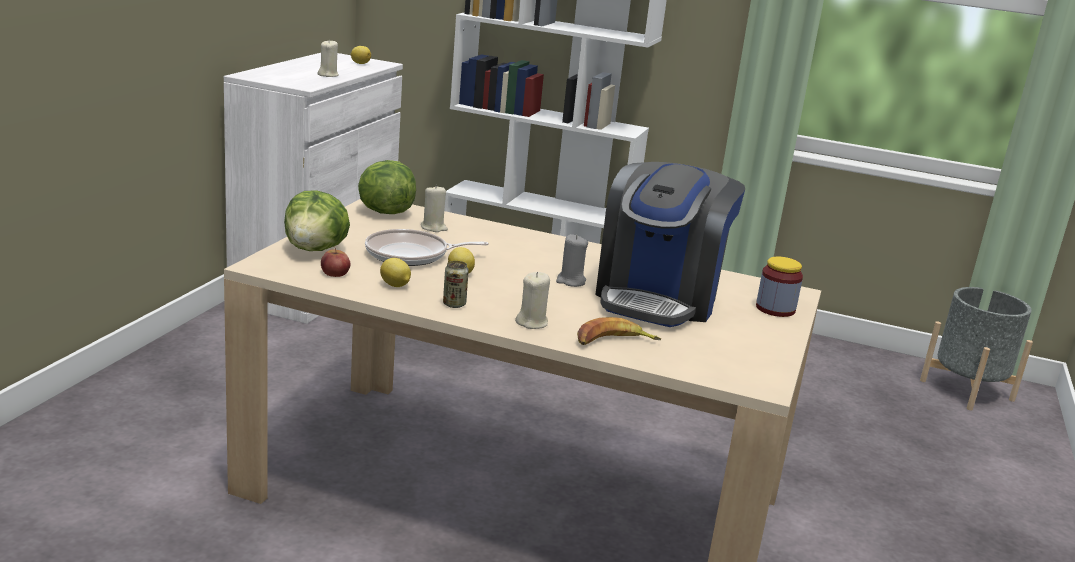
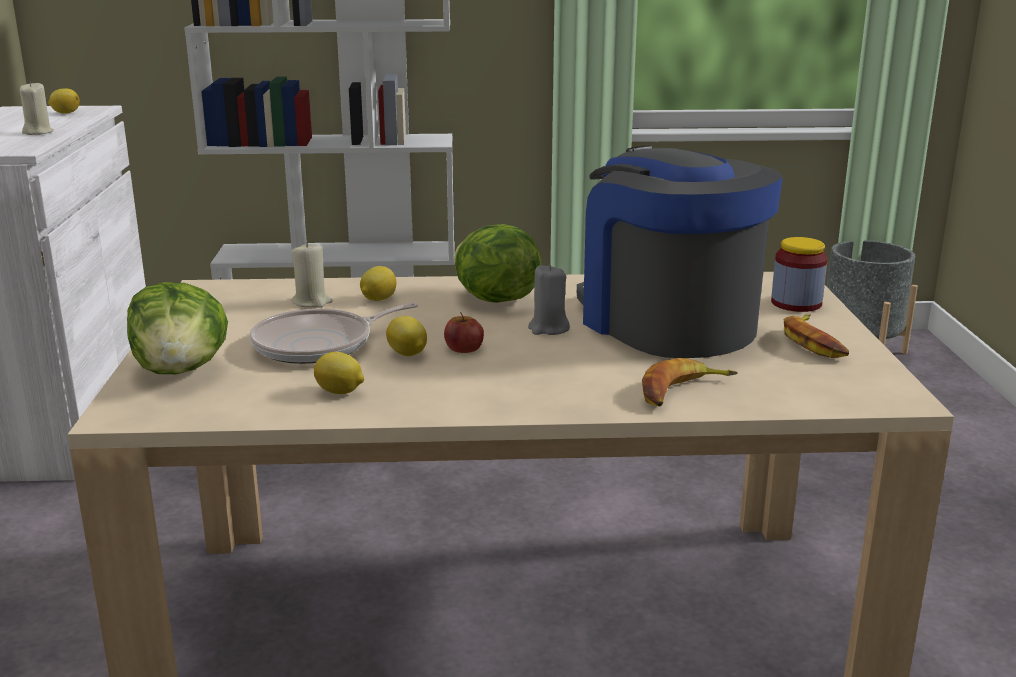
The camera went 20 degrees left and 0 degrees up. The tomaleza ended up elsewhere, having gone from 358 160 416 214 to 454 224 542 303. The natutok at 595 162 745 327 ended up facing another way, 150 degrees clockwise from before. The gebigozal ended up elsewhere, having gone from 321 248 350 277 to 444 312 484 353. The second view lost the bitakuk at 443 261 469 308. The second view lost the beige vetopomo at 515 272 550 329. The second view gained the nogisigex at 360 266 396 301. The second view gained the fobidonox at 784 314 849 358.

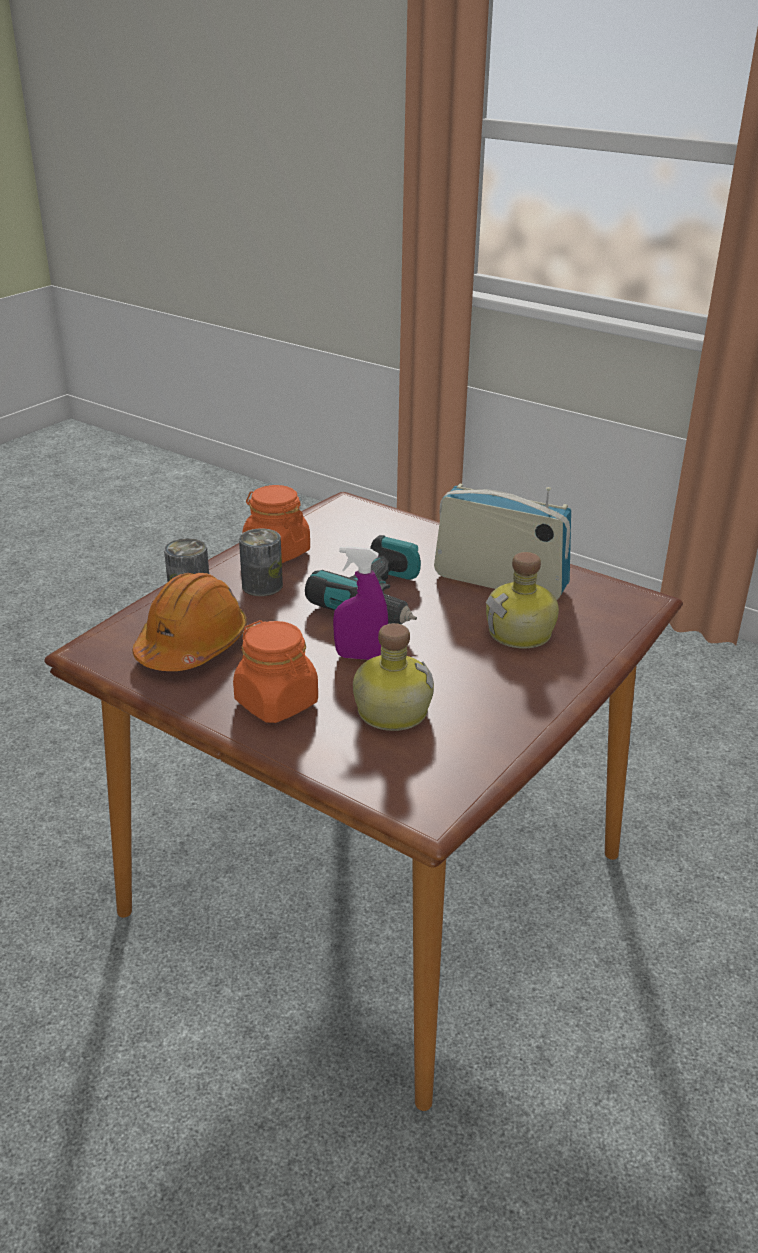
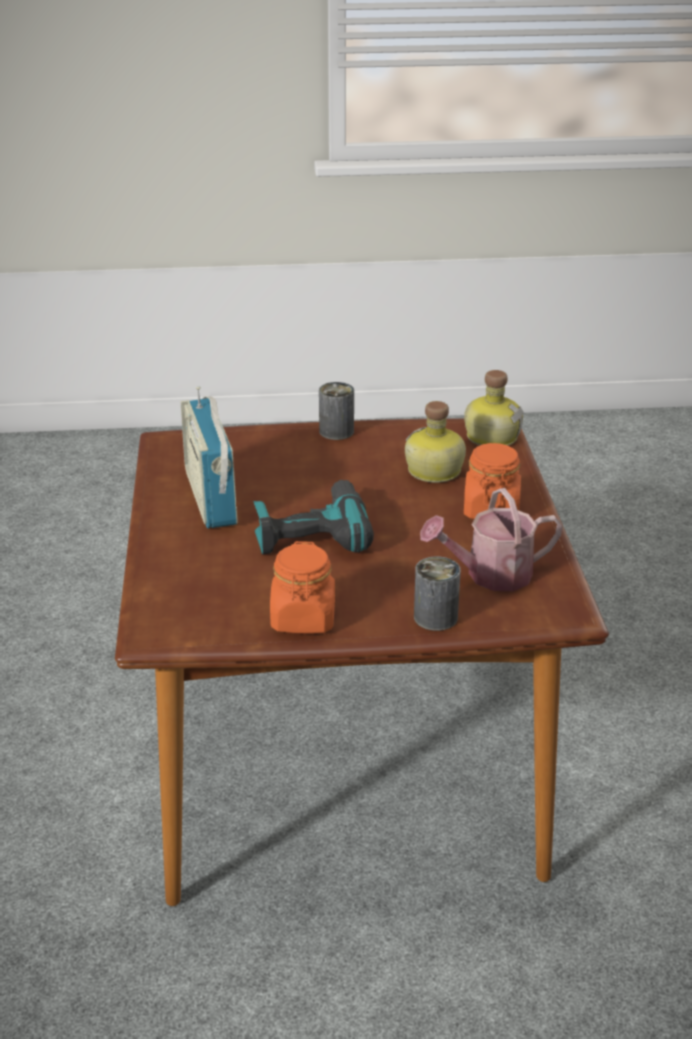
The camera went 130 degrees left and 0 degrees up. The bitakuk ended up elsewhere, having gone from 239 528 283 596 to 319 382 354 440. The second view lost the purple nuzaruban at 333 546 388 660. The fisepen ended up elsewhere, having gone from 486 552 559 649 to 464 370 524 446. Where the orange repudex stood at 133 573 247 671, the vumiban came to stand at 420 488 563 591.

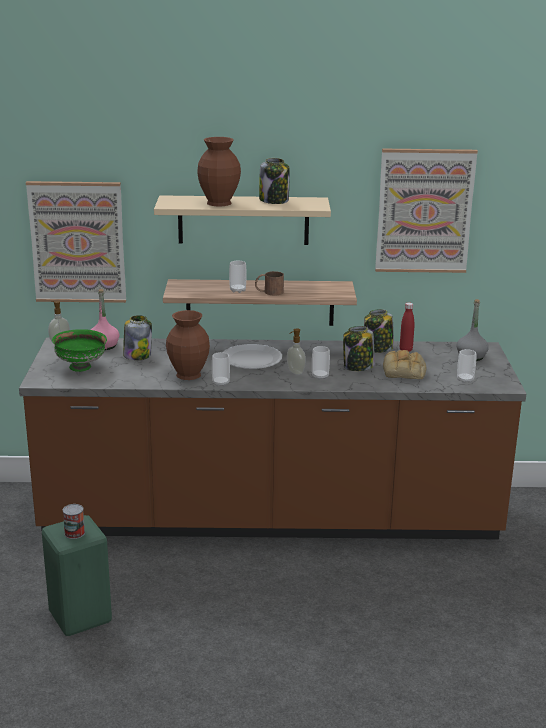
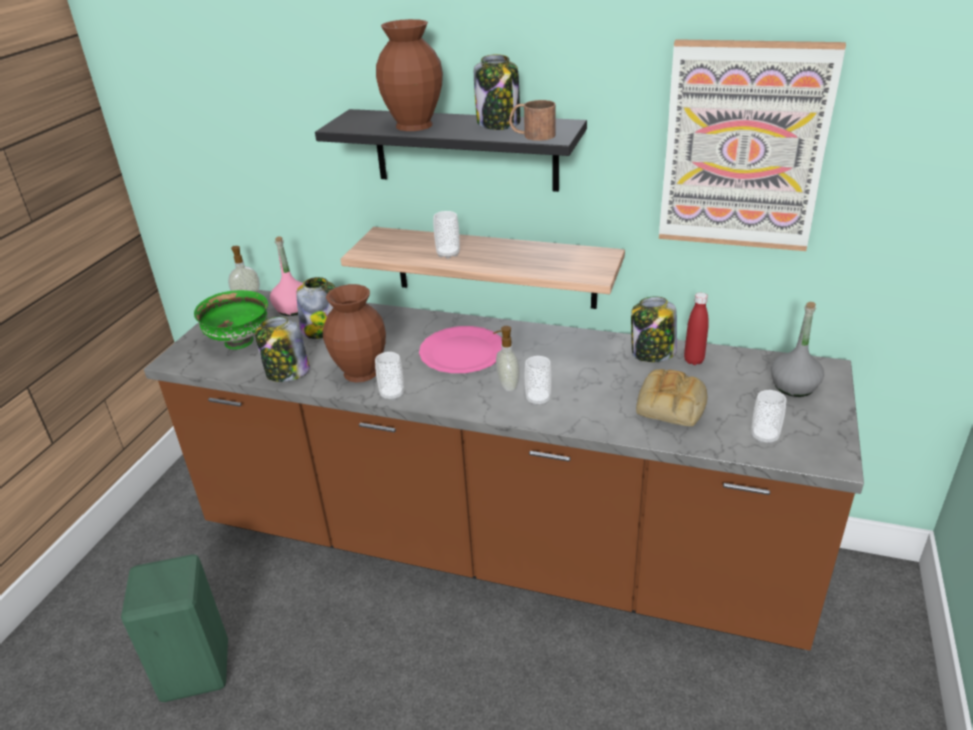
The camera went 20 degrees right and 10 degrees up. The second view lost the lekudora at 26 181 126 303. What was the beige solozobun at 154 195 331 245 turned into the black solozobun at 315 109 587 192. The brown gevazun ended up elsewhere, having gone from 255 271 284 296 to 509 100 556 141. The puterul ended up elsewhere, having gone from 343 326 375 371 to 255 317 310 382. What was the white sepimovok at 223 344 282 369 turned into the pink sepimovok at 419 326 502 373. The second view lost the bitakuk at 63 504 85 539.

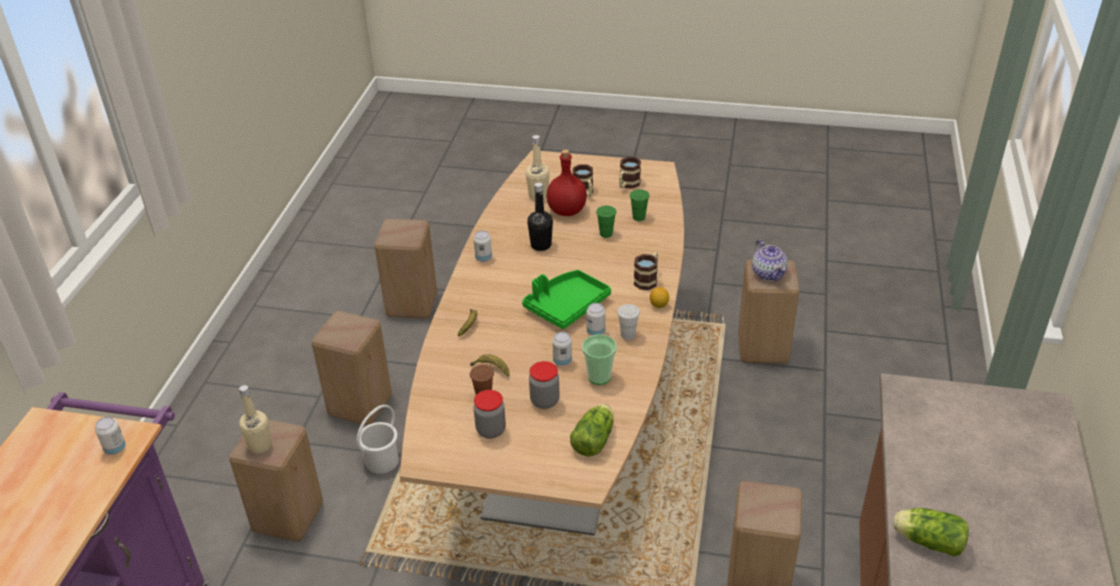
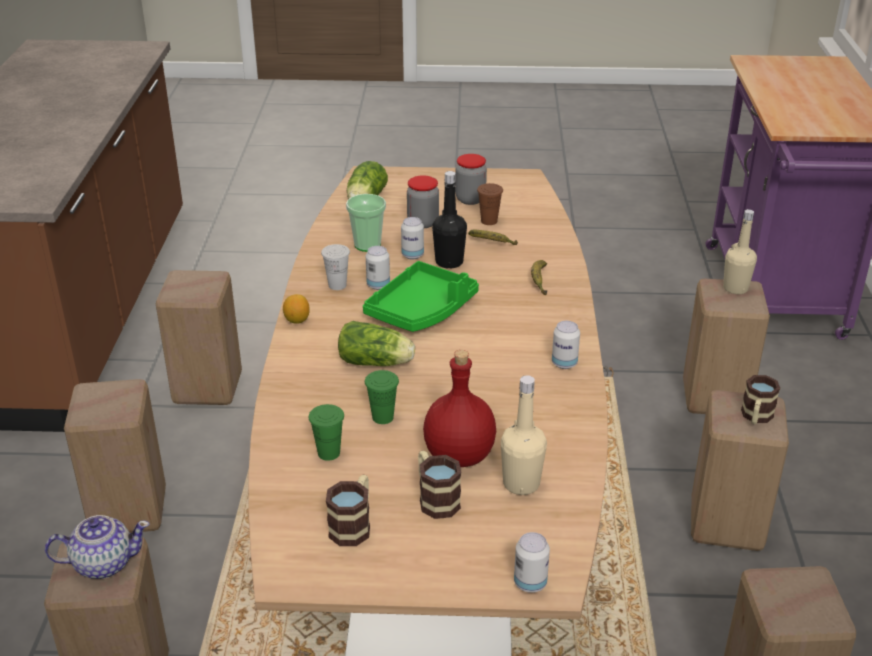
The camera went 170 degrees right and 5 degrees down. The black fisepen ended up elsewhere, having gone from 527 183 553 251 to 432 171 467 269. The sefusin at 752 240 788 281 ended up facing another way, 105 degrees clockwise from before. The gevazun ended up elsewhere, having gone from 634 252 658 290 to 741 375 780 424. The second view lost the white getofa at 357 405 399 474. The bitakuk ended up elsewhere, having gone from 95 417 126 455 to 514 532 550 593. The tomaleza ended up elsewhere, having gone from 893 508 969 556 to 338 321 415 366. The second view gained the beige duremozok at 64 379 166 533.

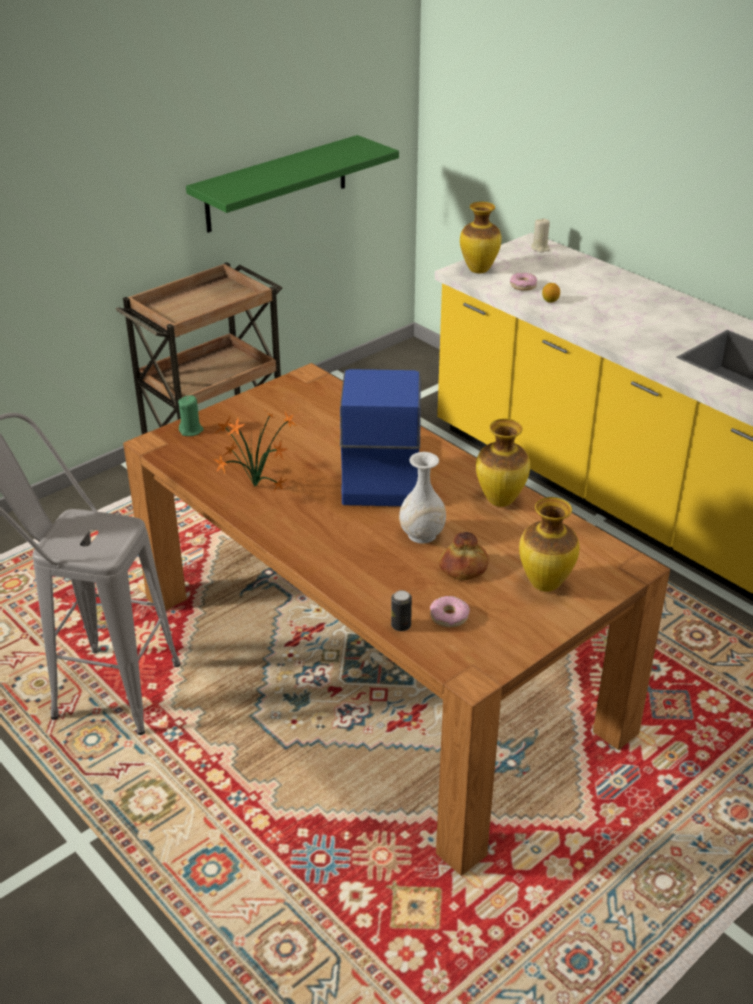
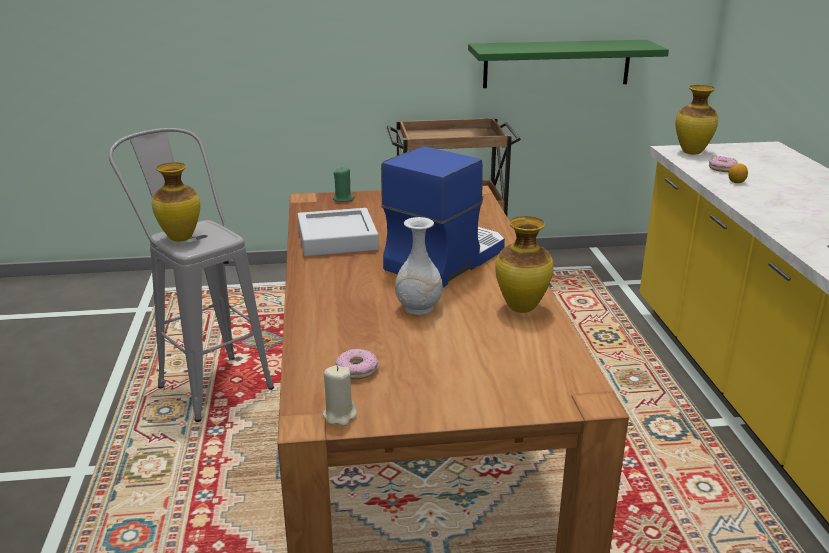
The camera went 35 degrees right and 10 degrees down. The beige vetopomo ended up elsewhere, having gone from 531 219 550 253 to 323 365 357 426. Where the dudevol stood at 213 409 297 492, the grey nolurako came to stand at 297 208 379 256. The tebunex ended up elsewhere, having gone from 519 497 580 592 to 152 162 200 242. The second view lost the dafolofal at 439 532 489 580. The second view lost the bitakuk at 391 590 412 631.

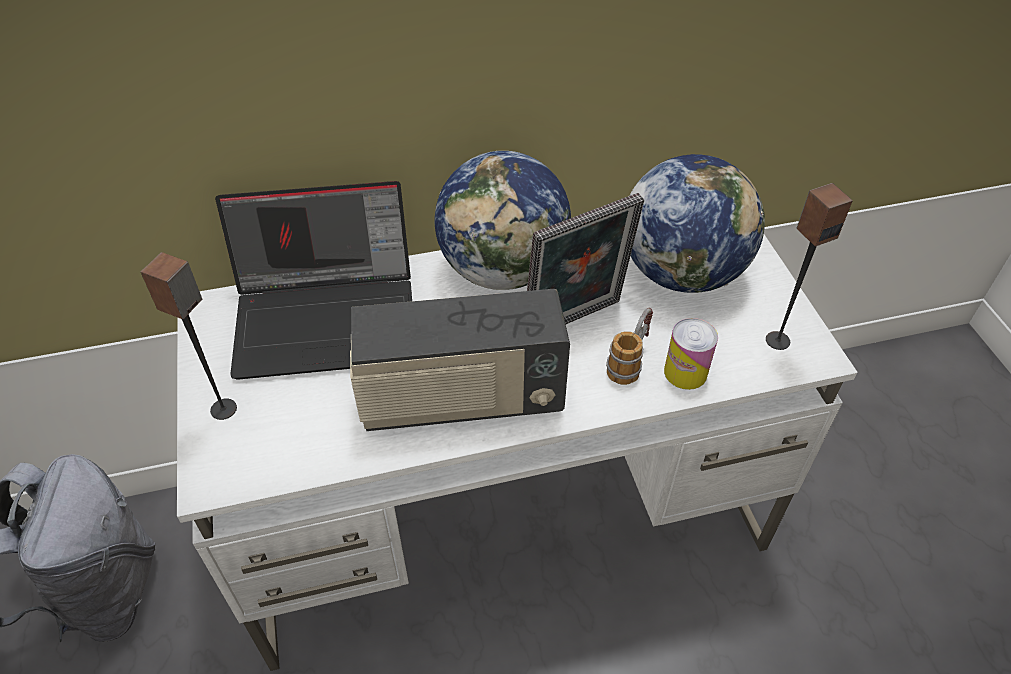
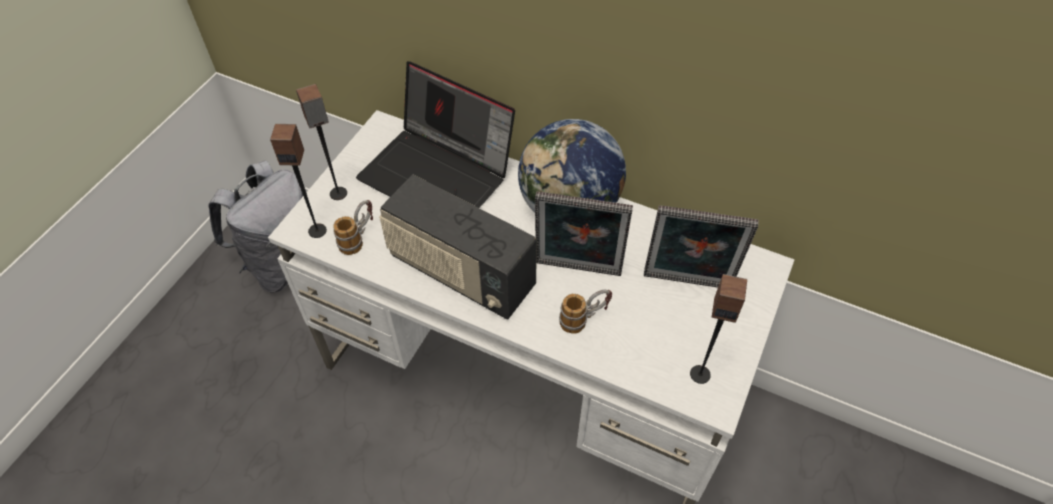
The camera went 40 degrees right and 5 degrees up. Where the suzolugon stood at 630 154 765 293, the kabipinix came to stand at 644 205 758 288. The second view lost the bitakuk at 664 318 718 390. The second view gained the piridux at 270 124 327 238. The second view gained the gevazun at 333 200 373 255.

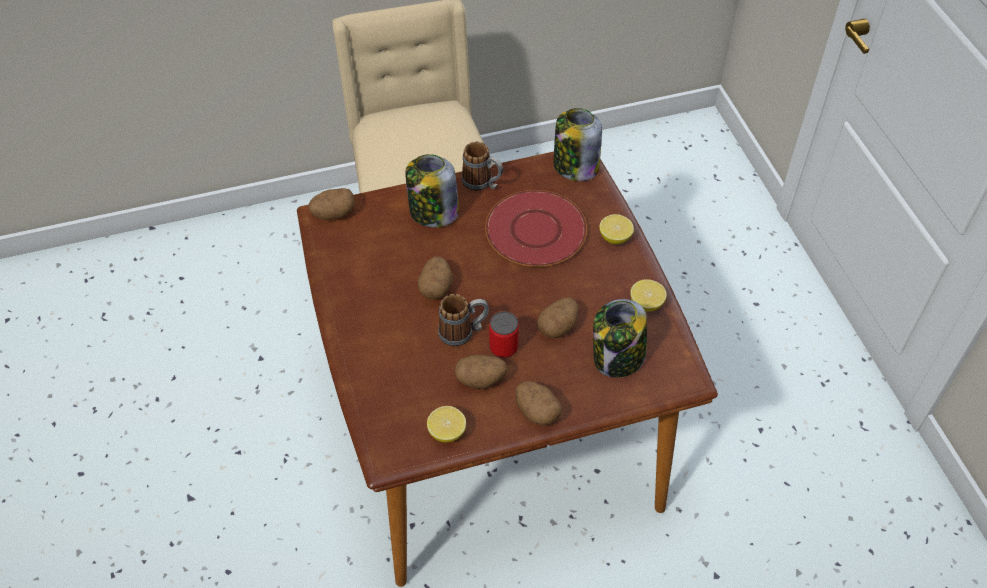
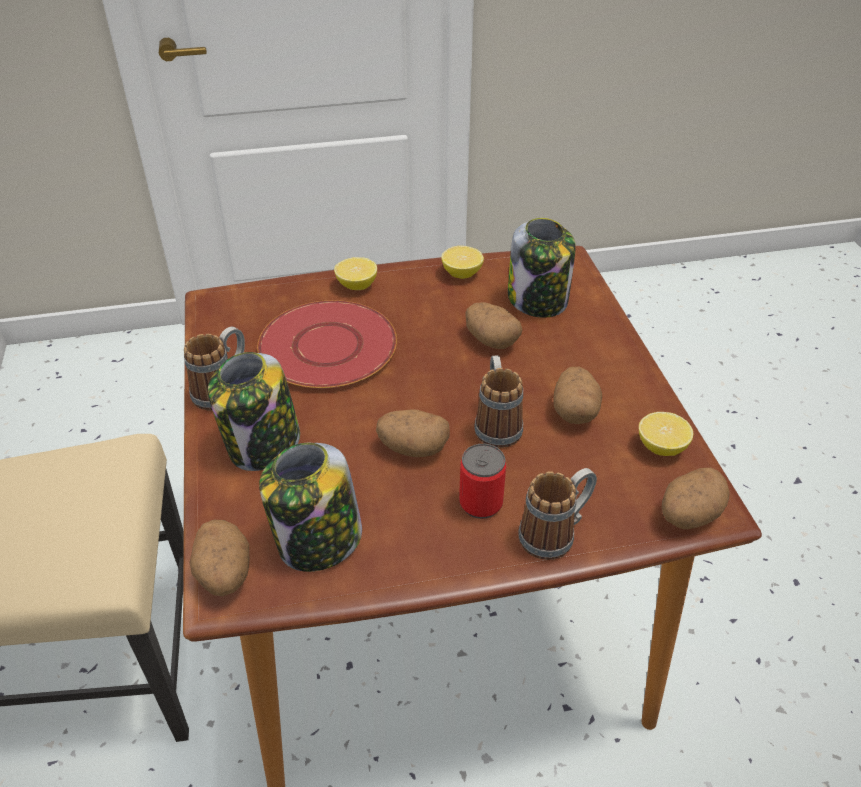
The camera went 85 degrees left and 10 degrees down. The puterul ended up elsewhere, having gone from 554 108 602 181 to 259 443 362 572. The bitakuk ended up elsewhere, having gone from 489 311 519 358 to 459 444 506 519. The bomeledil ended up elsewhere, having gone from 515 381 562 425 to 662 468 730 529. The second view gained the gevazun at 519 468 597 560.

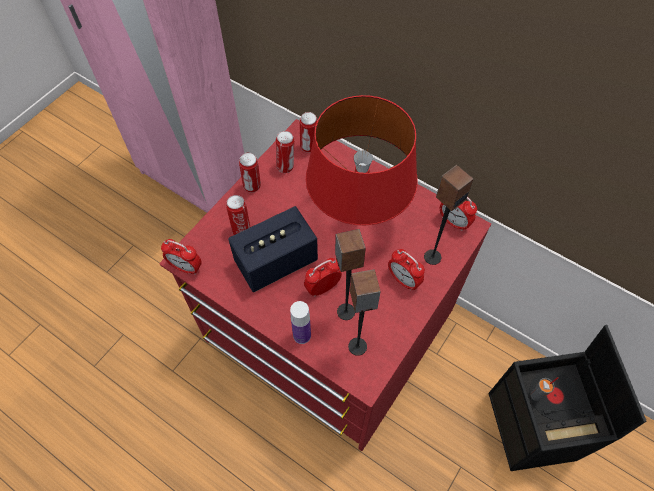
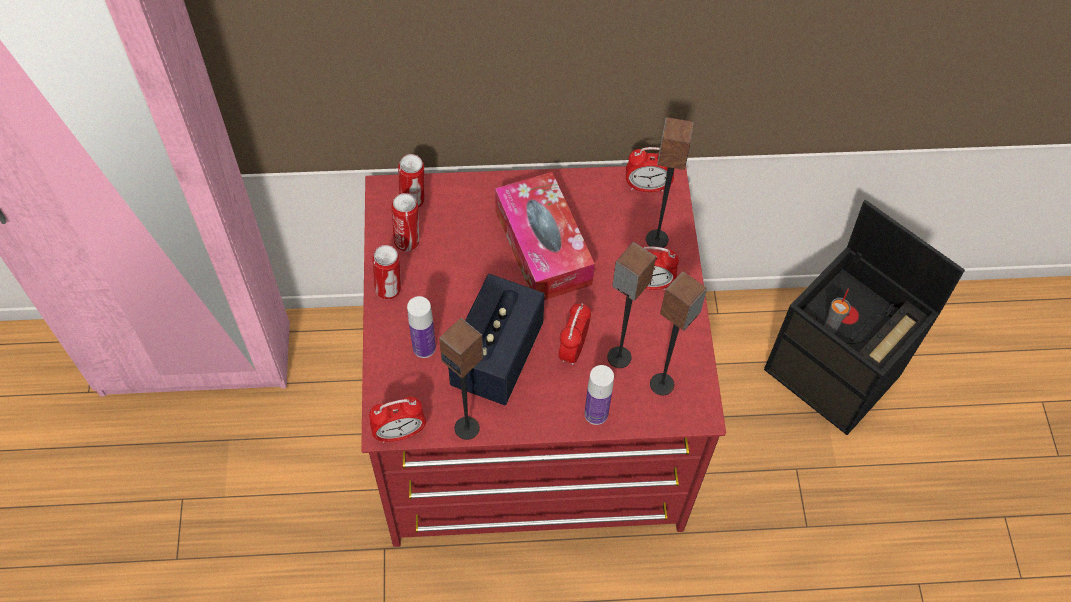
The camera went 40 degrees left and 0 degrees up. Where the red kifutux stood at 306 95 418 226, the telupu came to stand at 495 172 595 300. Where the bitakuk stood at 226 195 250 235, the fisepen came to stand at 407 296 436 358. The second view gained the piridux at 439 318 483 440.

